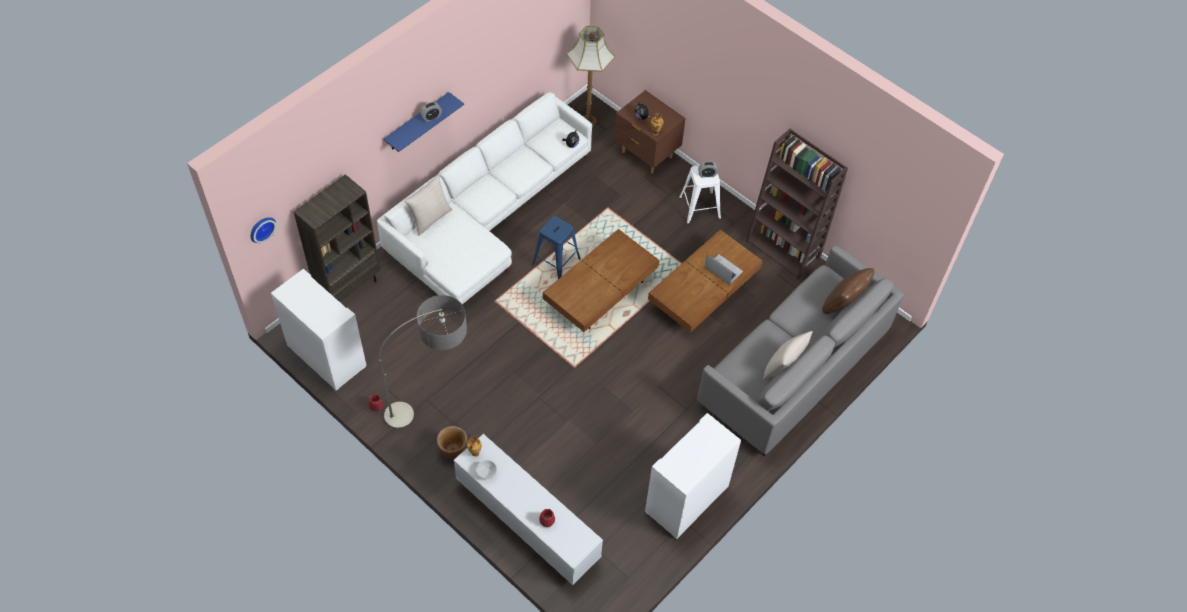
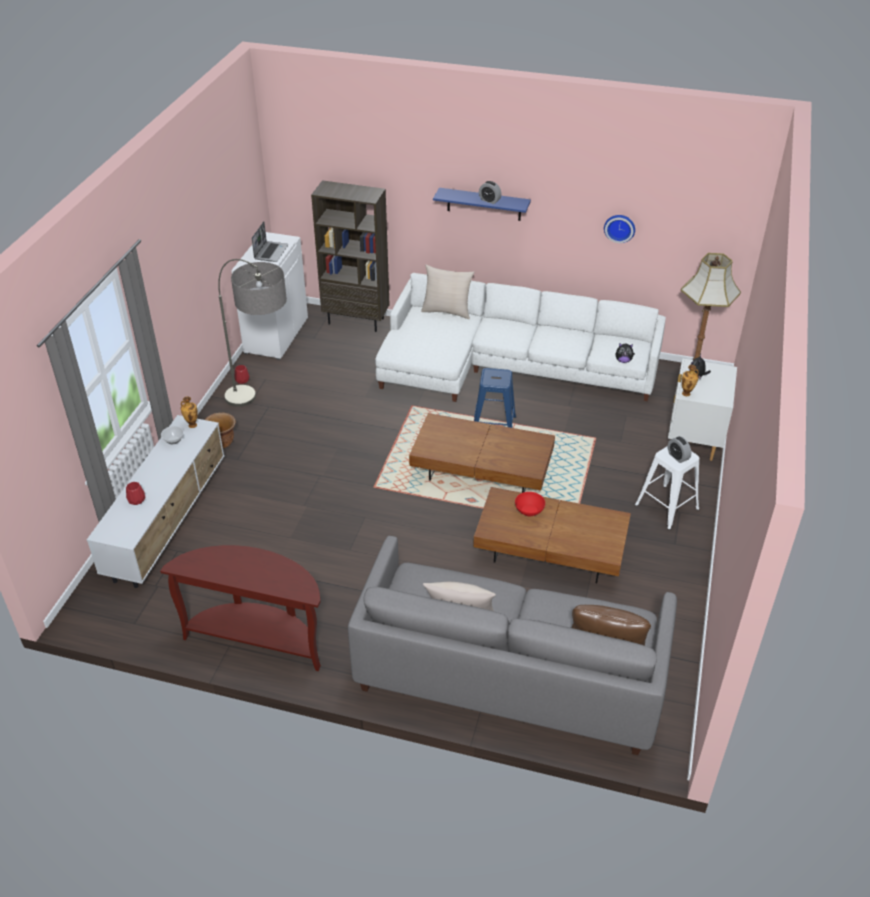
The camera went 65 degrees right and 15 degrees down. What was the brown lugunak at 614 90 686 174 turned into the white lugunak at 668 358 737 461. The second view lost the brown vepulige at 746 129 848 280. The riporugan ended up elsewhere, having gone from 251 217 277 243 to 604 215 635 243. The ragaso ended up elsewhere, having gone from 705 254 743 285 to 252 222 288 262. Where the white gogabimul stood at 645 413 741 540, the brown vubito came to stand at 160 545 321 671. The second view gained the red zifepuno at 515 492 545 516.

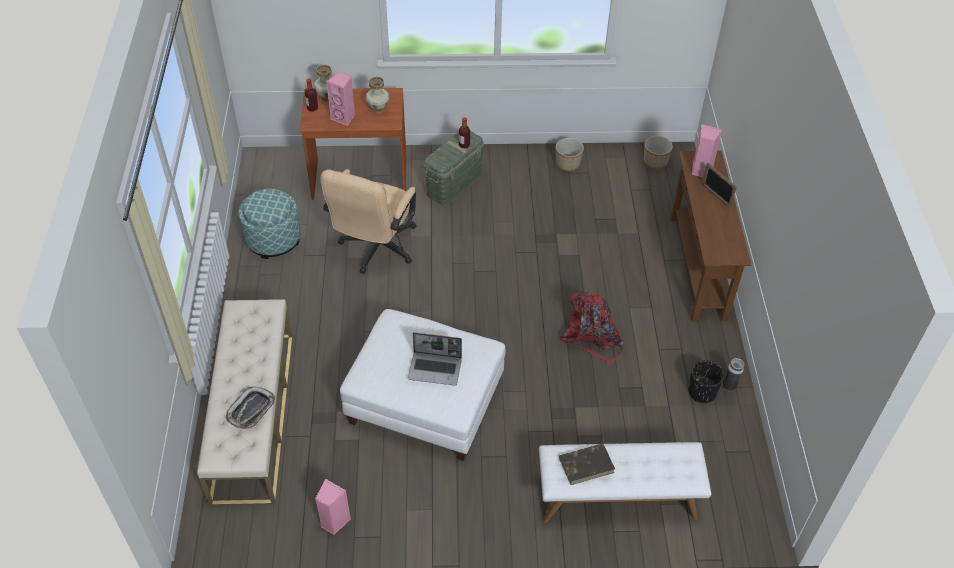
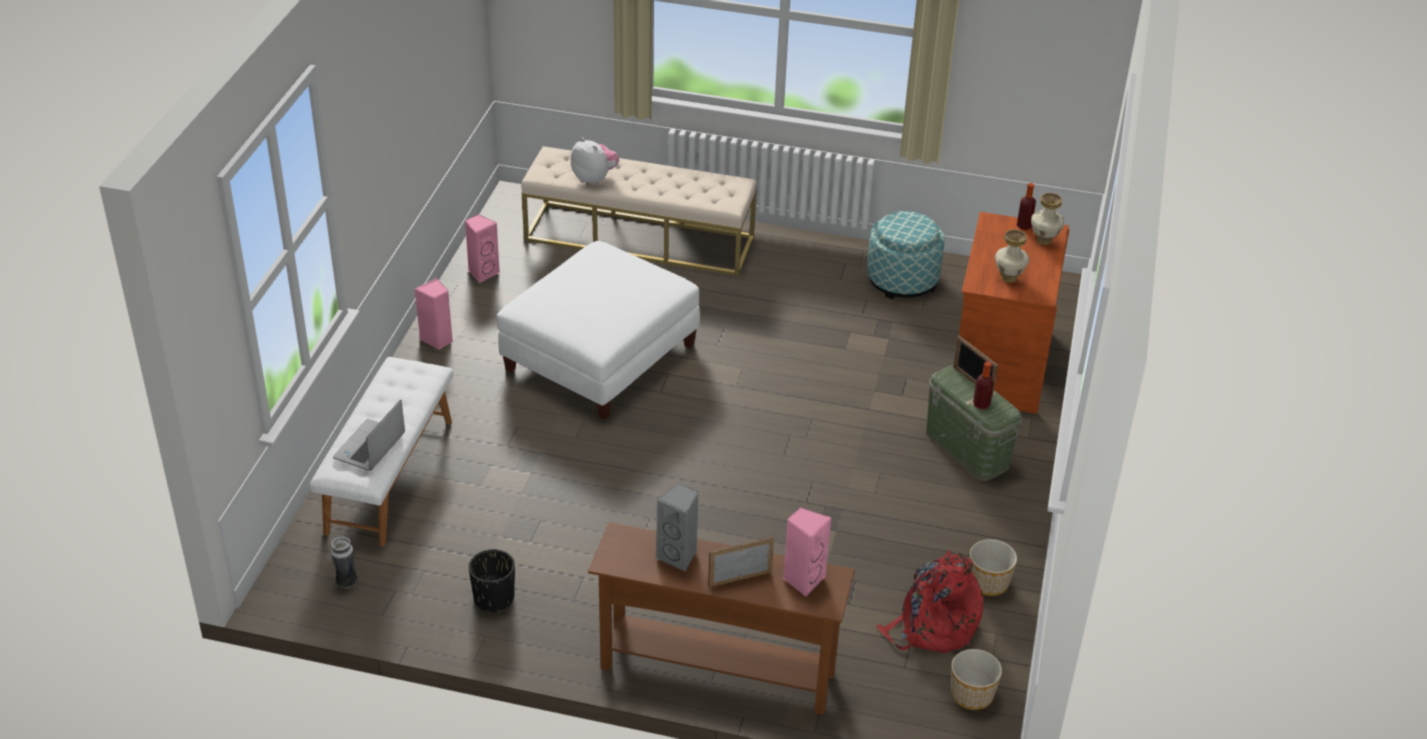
The camera went 105 degrees right and 10 degrees down. The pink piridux ended up elsewhere, having gone from 326 72 355 126 to 415 278 453 349. The second view lost the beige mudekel at 320 169 417 274. The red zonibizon ended up elsewhere, having gone from 560 292 624 366 to 876 550 984 653. The ragaso ended up elsewhere, having gone from 408 332 462 386 to 333 400 405 471. The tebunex ended up elsewhere, having gone from 722 358 744 391 to 331 536 358 588. Where the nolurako stood at 226 386 275 429, the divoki came to stand at 571 138 619 185. The second view lost the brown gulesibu at 559 443 615 485. The second view gained the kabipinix at 953 335 998 396. The second view gained the grey piridux at 656 483 699 572.

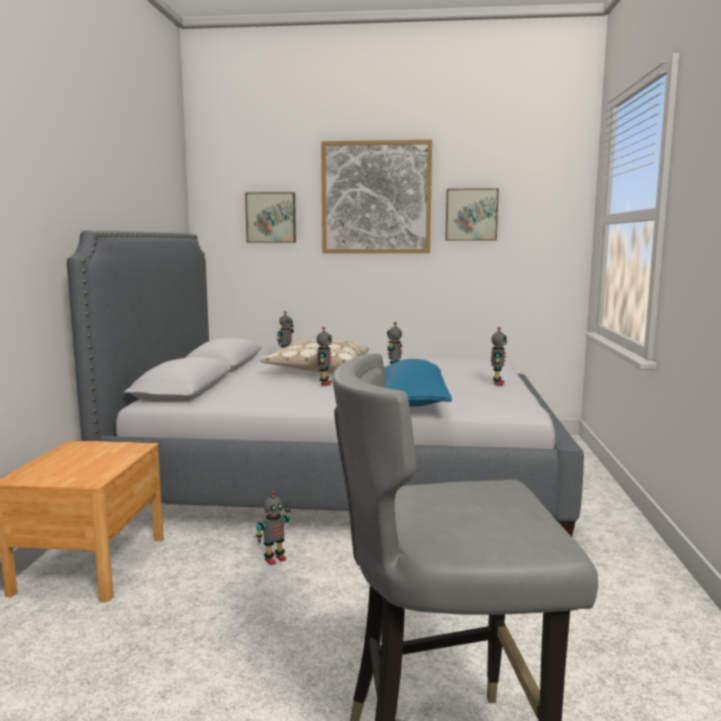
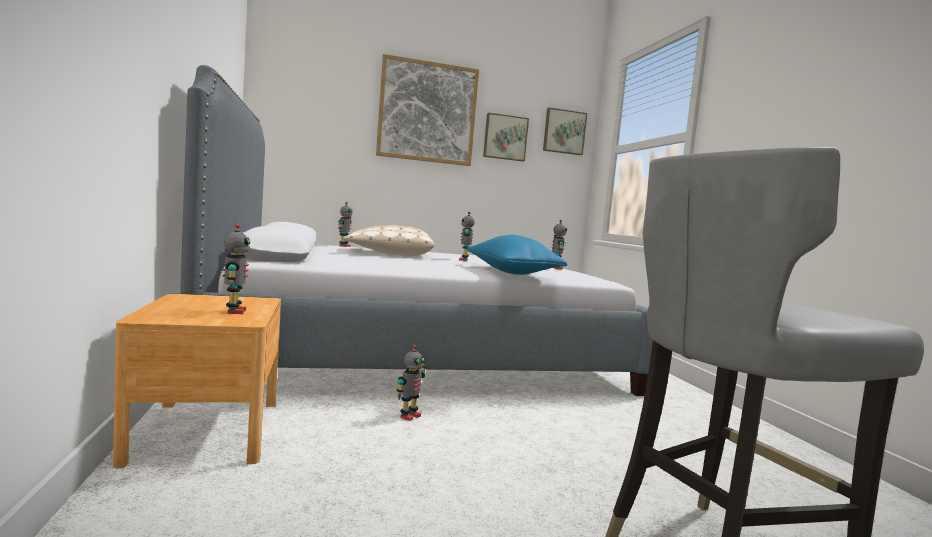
The camera went 20 degrees left and 5 degrees down. The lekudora ended up elsewhere, having gone from 245 192 296 243 to 543 108 587 155. The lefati ended up elsewhere, having gone from 317 327 332 386 to 223 224 250 314.

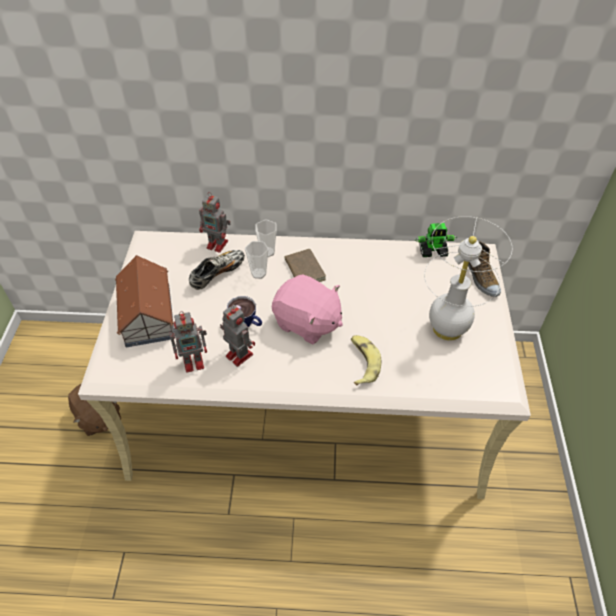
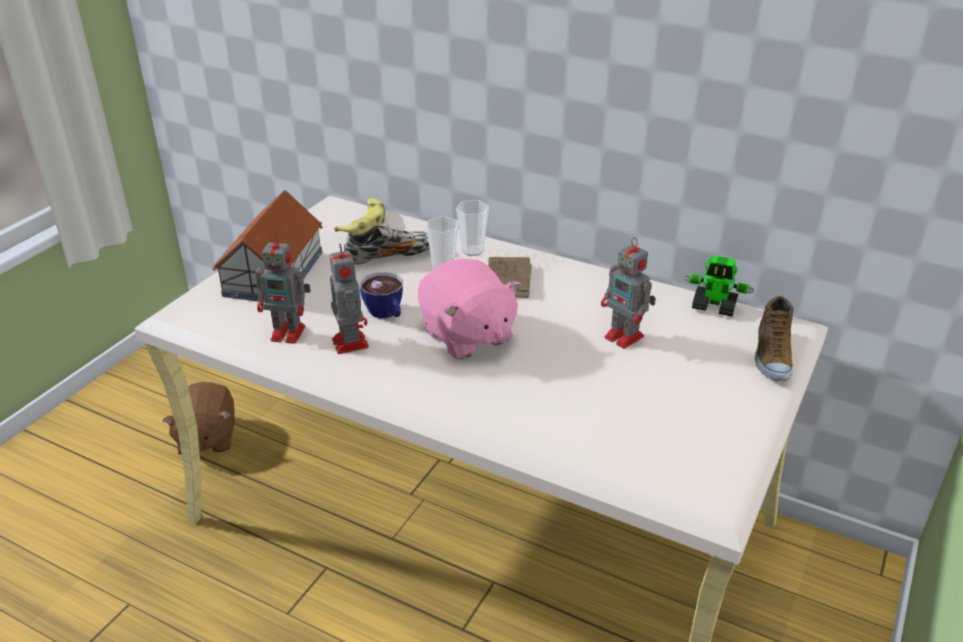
The camera went 25 degrees right and 15 degrees down. The lefati ended up elsewhere, having gone from 199 192 231 253 to 601 237 656 349. The second view lost the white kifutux at 424 216 512 341. The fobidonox ended up elsewhere, having gone from 351 335 381 385 to 334 198 385 235.

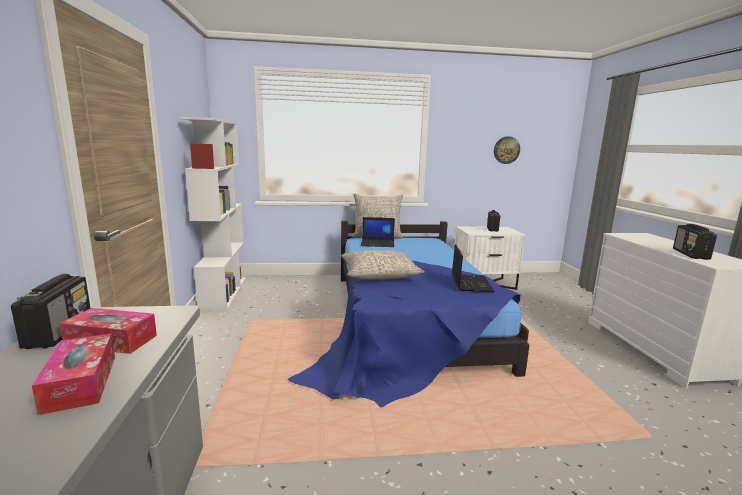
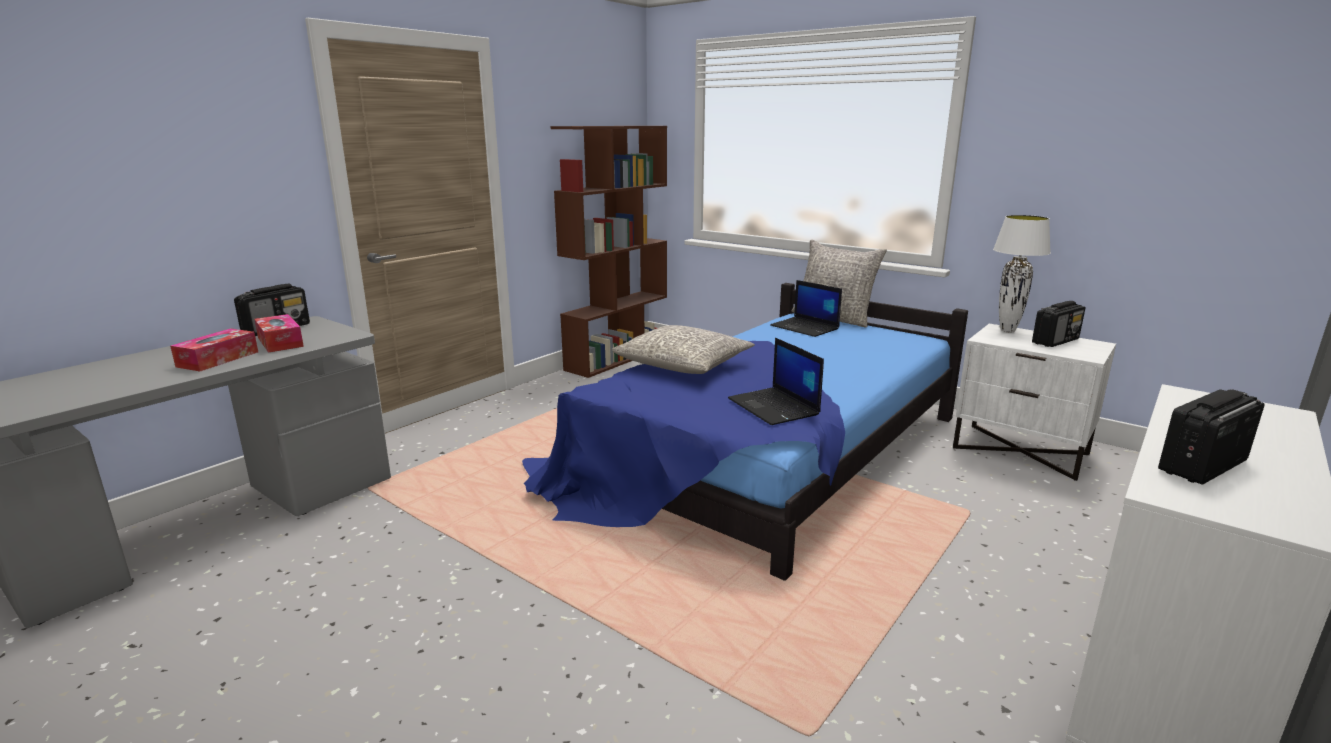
The camera went 45 degrees right and 5 degrees up. What was the white vepulige at 180 117 246 312 turned into the brown vepulige at 551 126 667 378. The second view lost the riporugan at 494 136 520 164. The ragaso at 452 244 495 292 ended up facing another way, 105 degrees clockwise from before. The second view gained the white kifutux at 993 215 1051 332.

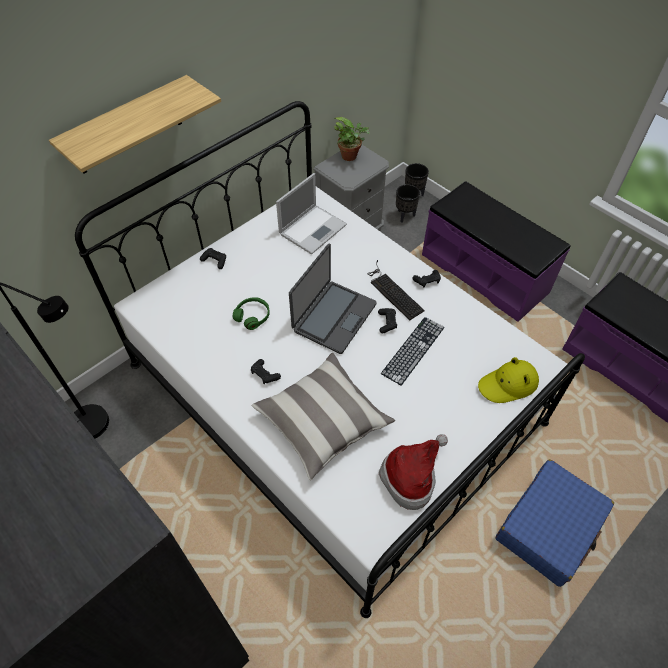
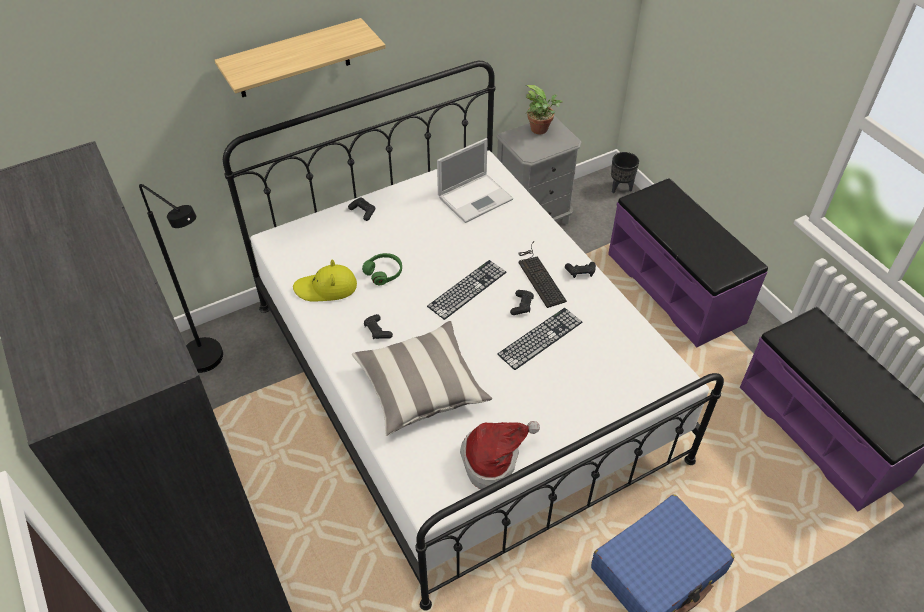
The camera went 15 degrees right and 5 degrees down. The second view lost the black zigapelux at 396 184 420 223. Where the ragaso stood at 289 244 377 354, the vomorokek came to stand at 427 260 506 320. The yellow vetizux ended up elsewhere, having gone from 478 357 539 403 to 293 260 357 302.

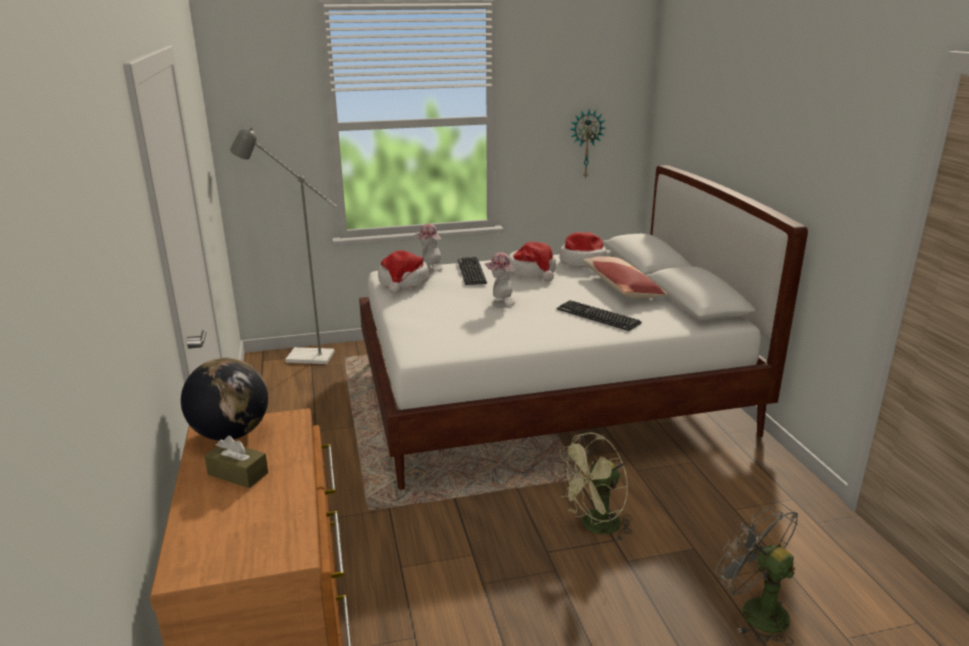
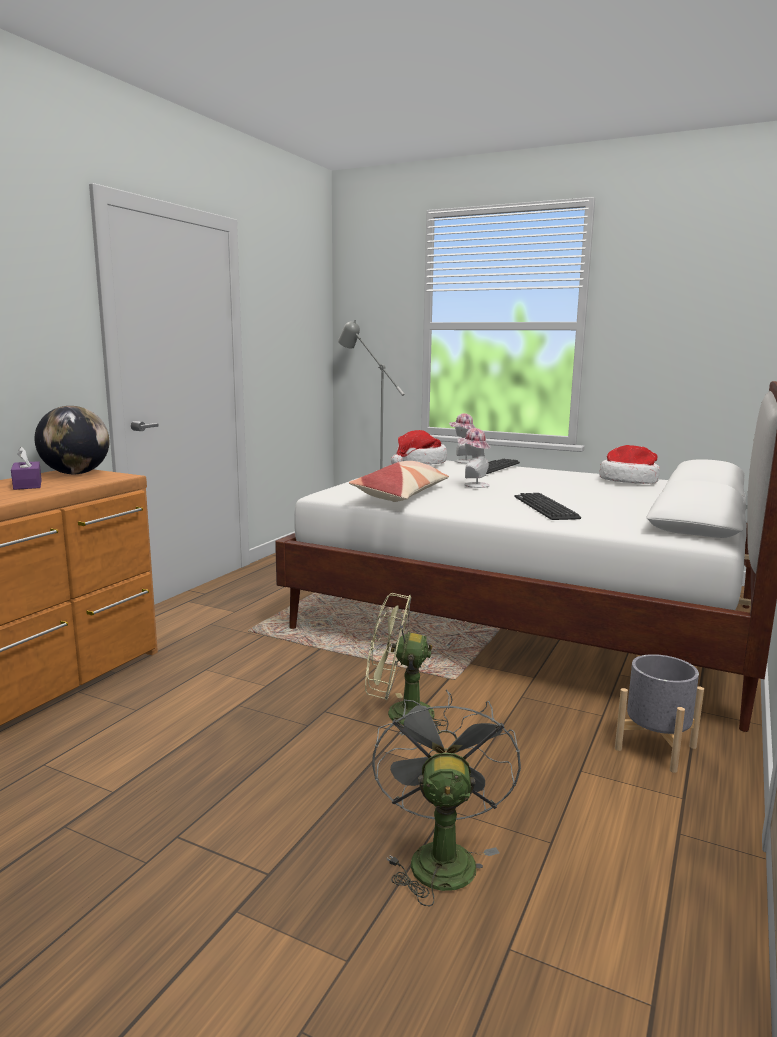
The camera went 40 degrees right and 10 degrees down. The second view lost the riporugan at 570 109 605 179. The second view lost the vetizux at 509 242 556 282. The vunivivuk ended up elsewhere, having gone from 583 256 669 298 to 349 461 449 502. What was the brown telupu at 204 436 268 488 turned into the purple telupu at 11 446 42 490. The second view gained the grey zigapelux at 615 654 704 773.

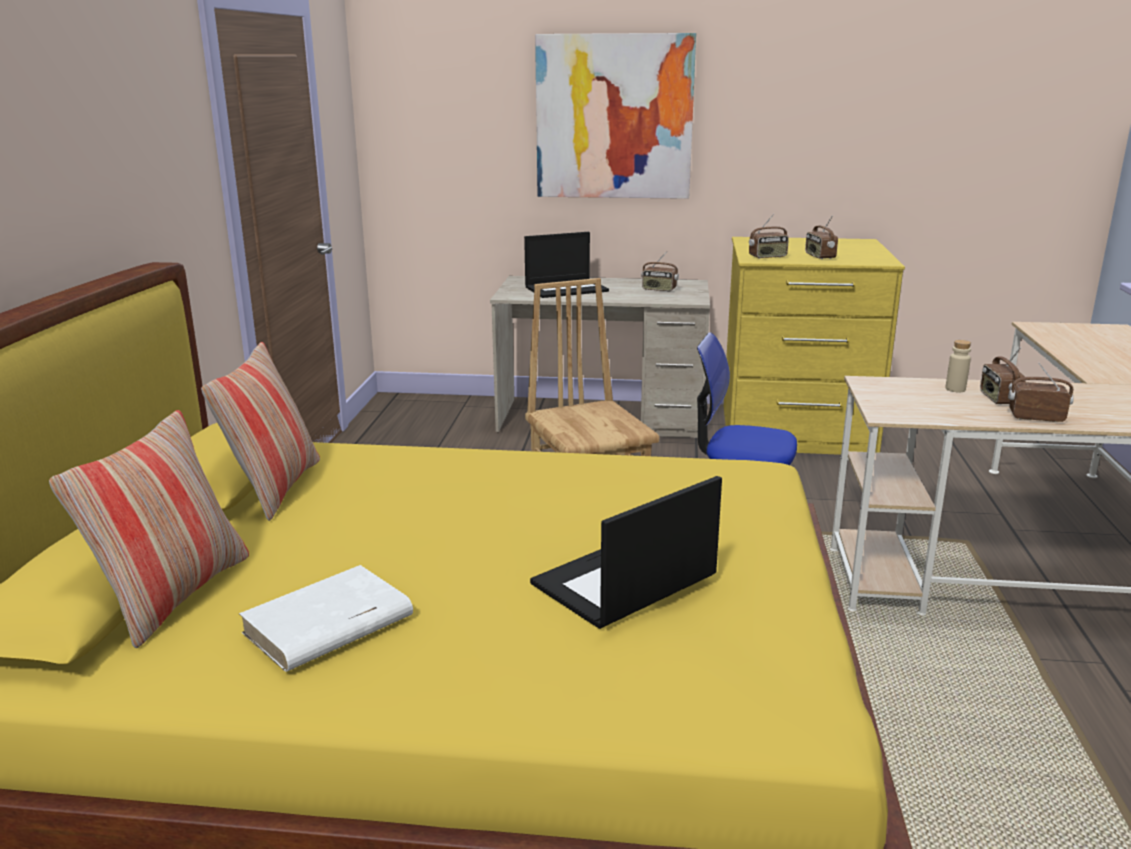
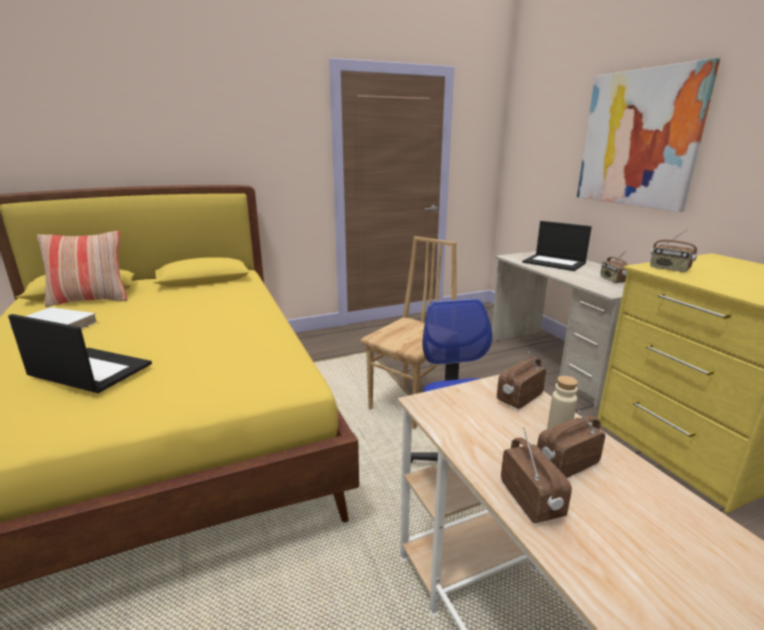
The camera went 60 degrees right and 0 degrees up. The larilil ended up elsewhere, having gone from 805 215 838 259 to 497 351 546 409. The second view lost the vunivivuk at 201 342 320 521.

